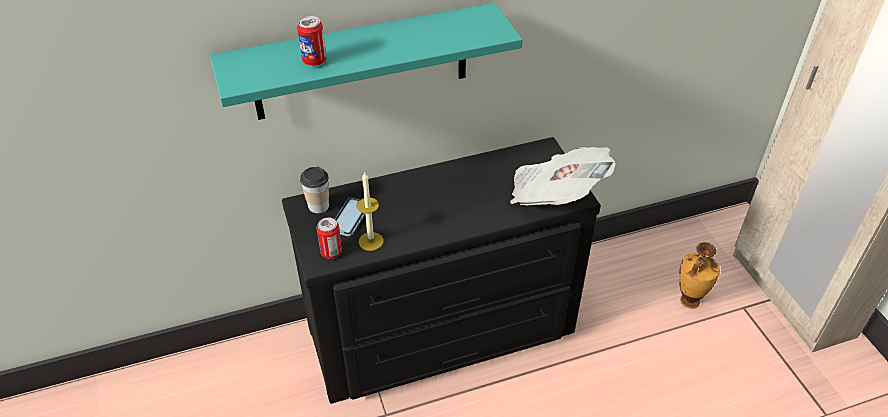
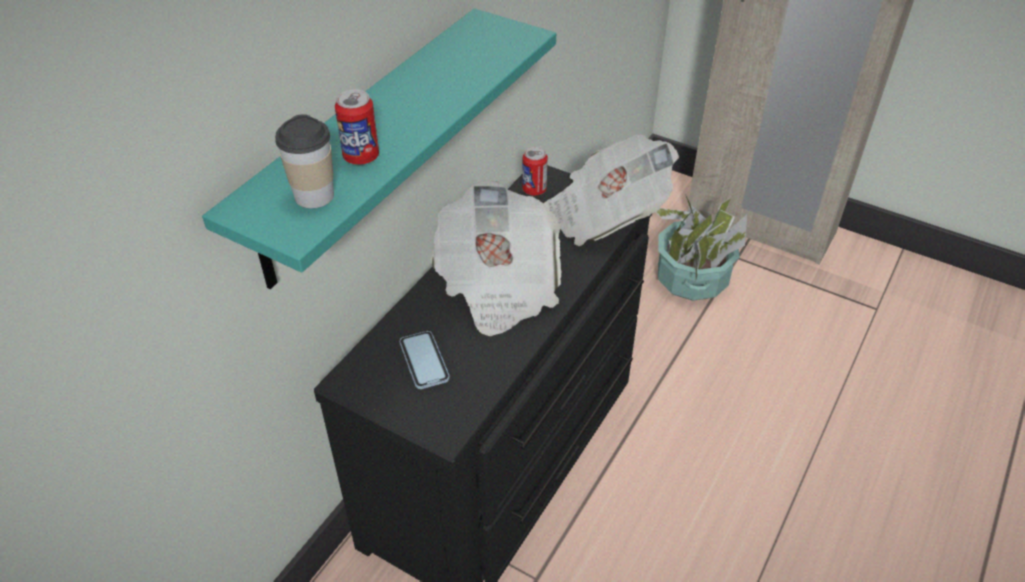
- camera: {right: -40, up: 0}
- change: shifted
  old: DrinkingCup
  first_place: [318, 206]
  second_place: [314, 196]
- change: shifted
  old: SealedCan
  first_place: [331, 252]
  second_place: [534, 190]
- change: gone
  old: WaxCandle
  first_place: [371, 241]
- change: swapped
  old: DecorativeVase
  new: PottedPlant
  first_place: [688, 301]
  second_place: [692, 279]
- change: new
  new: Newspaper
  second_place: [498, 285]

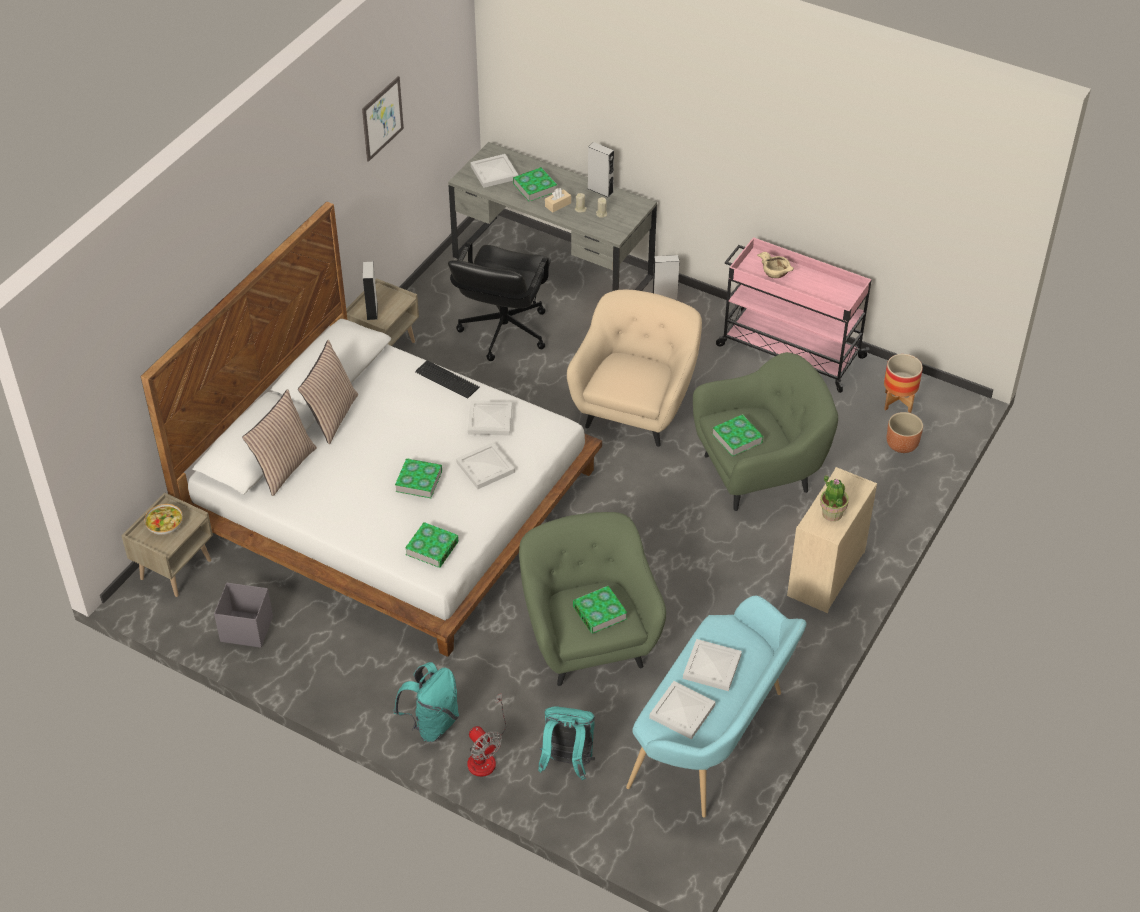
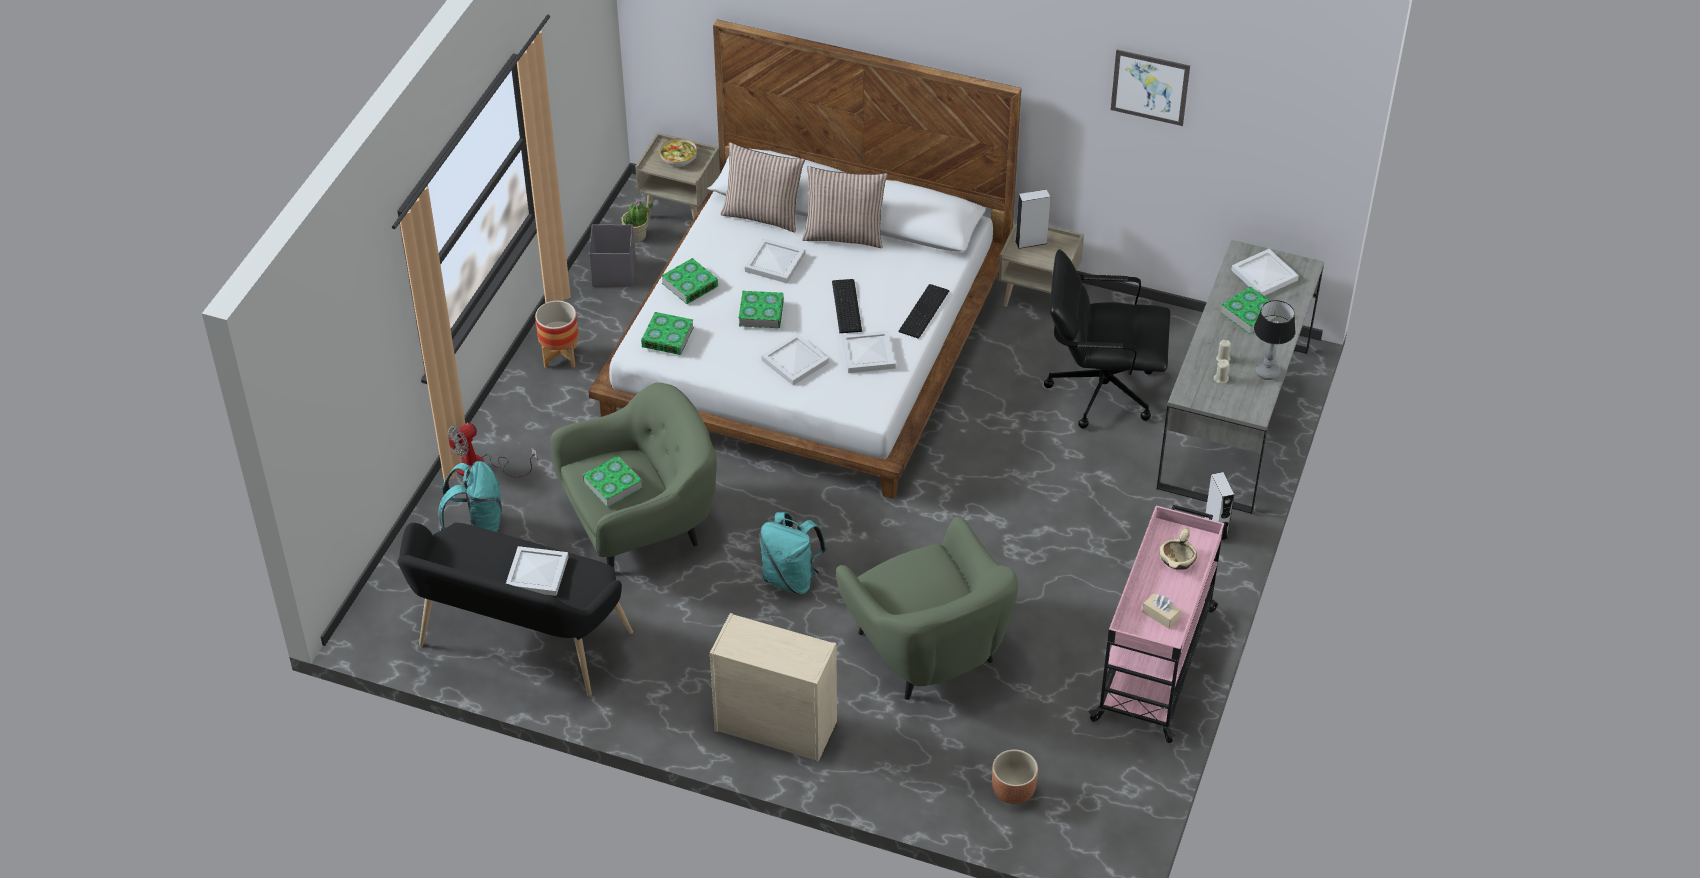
- camera: {right: 80, up: 0}
- change: shifted
  old: TurquoiseColouredBackpack
  first_place: [432, 723]
  second_place: [791, 578]
- change: shifted
  old: SandColouredTissueHolder
  first_place: [558, 205]
  second_place: [1160, 615]
- change: gone
  old: SandColouredEasyChair
  first_place: [635, 408]
- change: swapped
  old: GreyishAudioSpeaker
  new: LampForATable
  first_place: [600, 190]
  second_place: [1267, 372]
- change: repainted
  old: TurquoiseColouredLongSeat
  new: BlackColouredLongSeat
  first_place: [714, 741]
  second_place: [518, 645]
- change: shifted
  old: WhitishCarryingTray
  first_place: [683, 711]
  second_place: [775, 263]
- change: shifted
  old: Volume
  first_place: [737, 438]
  second_place: [690, 285]
- change: shifted
  old: PottedPlant
  first_place: [832, 513]
  second_place: [636, 235]
- change: shifted
  old: PlantPot
  first_place: [898, 402]
  second_place: [560, 356]
- change: new
  new: ComputerKeyboard
  second_place: [845, 307]

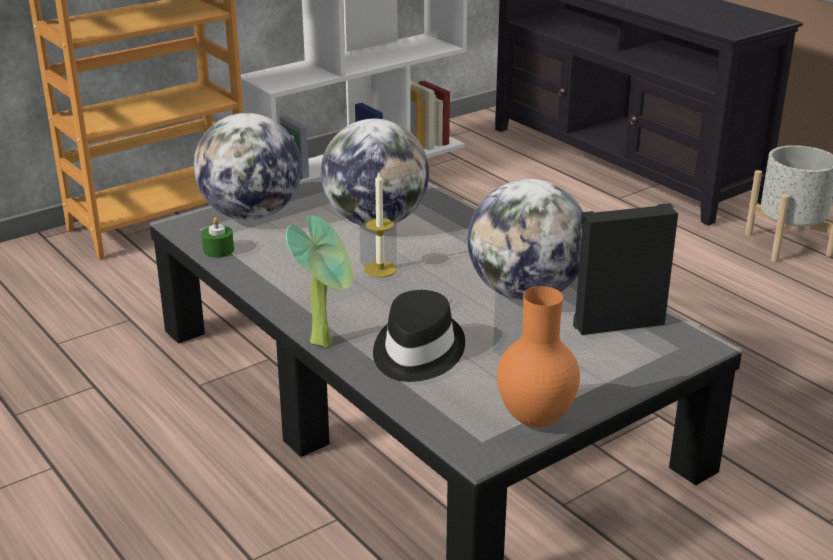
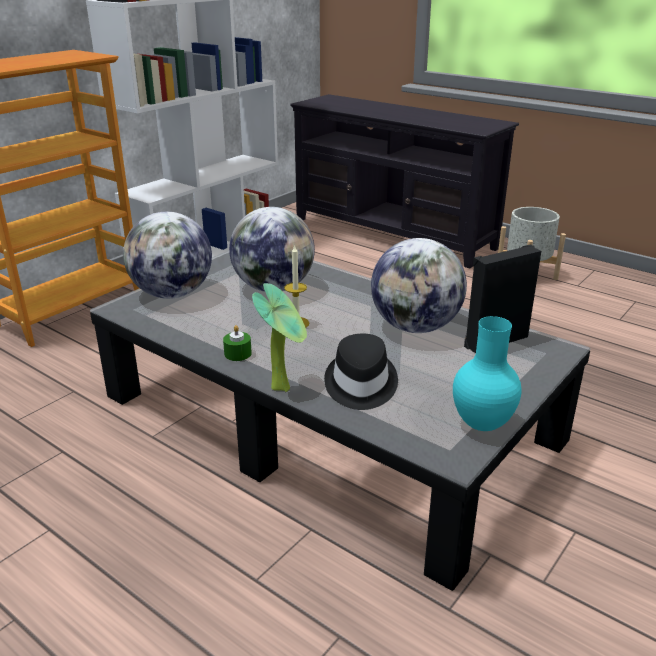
- camera: {right: -15, up: 0}
- change: shifted
  old: GreenWaxCandle
  first_place: [218, 250]
  second_place: [238, 353]
- change: repainted
  old: OrangeDecorativeVase
  new: TurquoiseColouredDecorativeVase
  first_place: [537, 419]
  second_place: [483, 424]

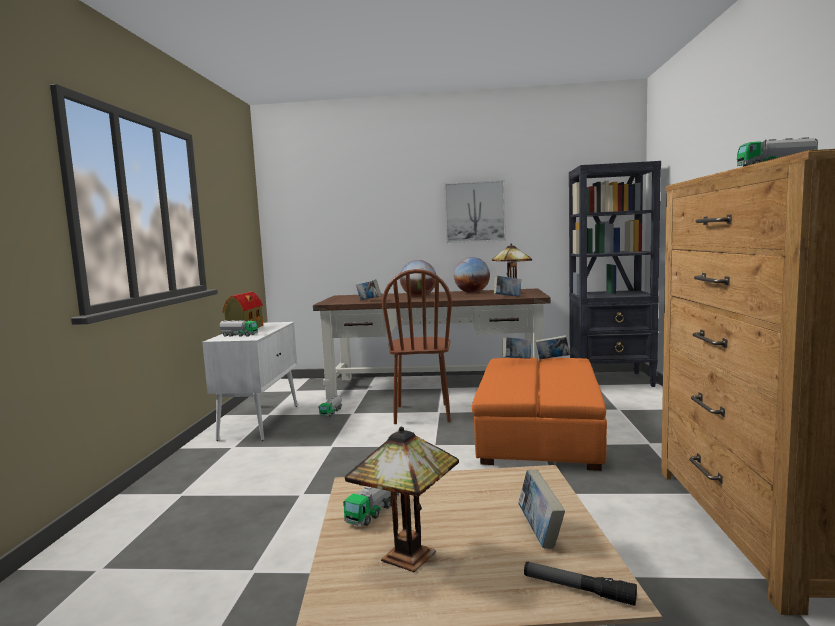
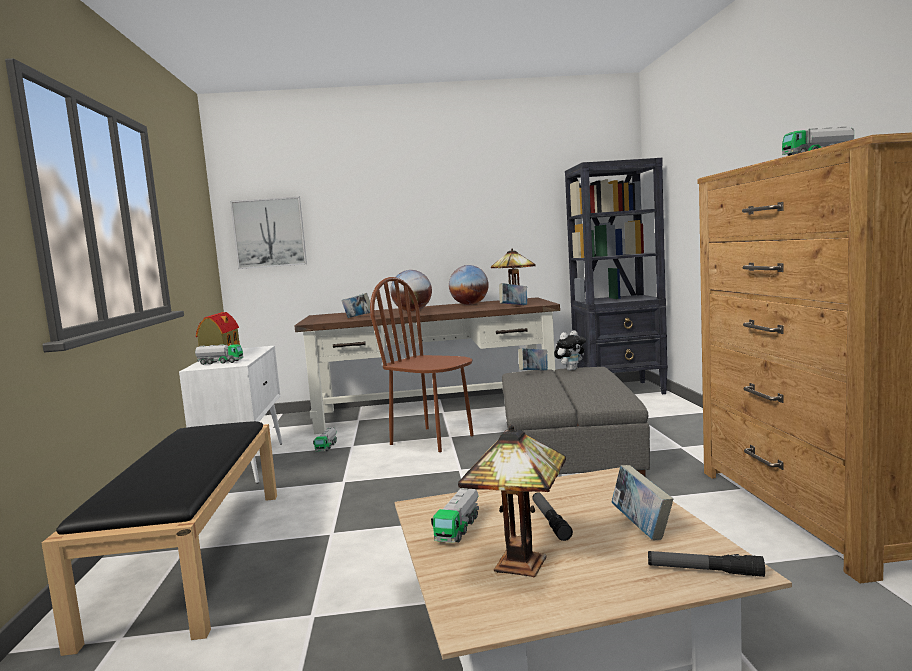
- camera: {right: -10, up: 0}
- change: rotated
  old: BrownColouredPlainChair
  first_place: [422, 414]
  second_place: [432, 439]
  degrees: 135
- change: shifted
  old: Picture
  first_place: [475, 212]
  second_place: [269, 233]
- change: repainted
  old: OrangePouffe
  new: GreyishPouffe
  first_place: [538, 432]
  second_place: [566, 447]
- change: swapped
  old: Volume
  new: PlushToy
  first_place: [552, 359]
  second_place: [571, 369]
- change: new
  new: BlackColouredLongSeat
  second_place: [193, 556]
- change: new
  new: HandTorch
  second_place: [550, 521]

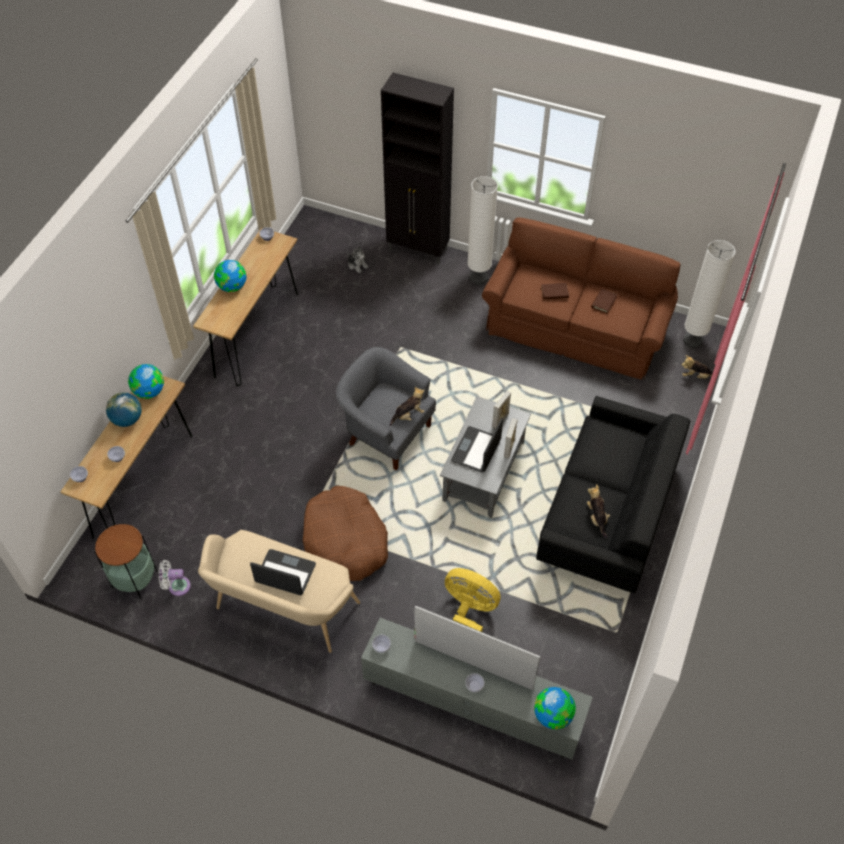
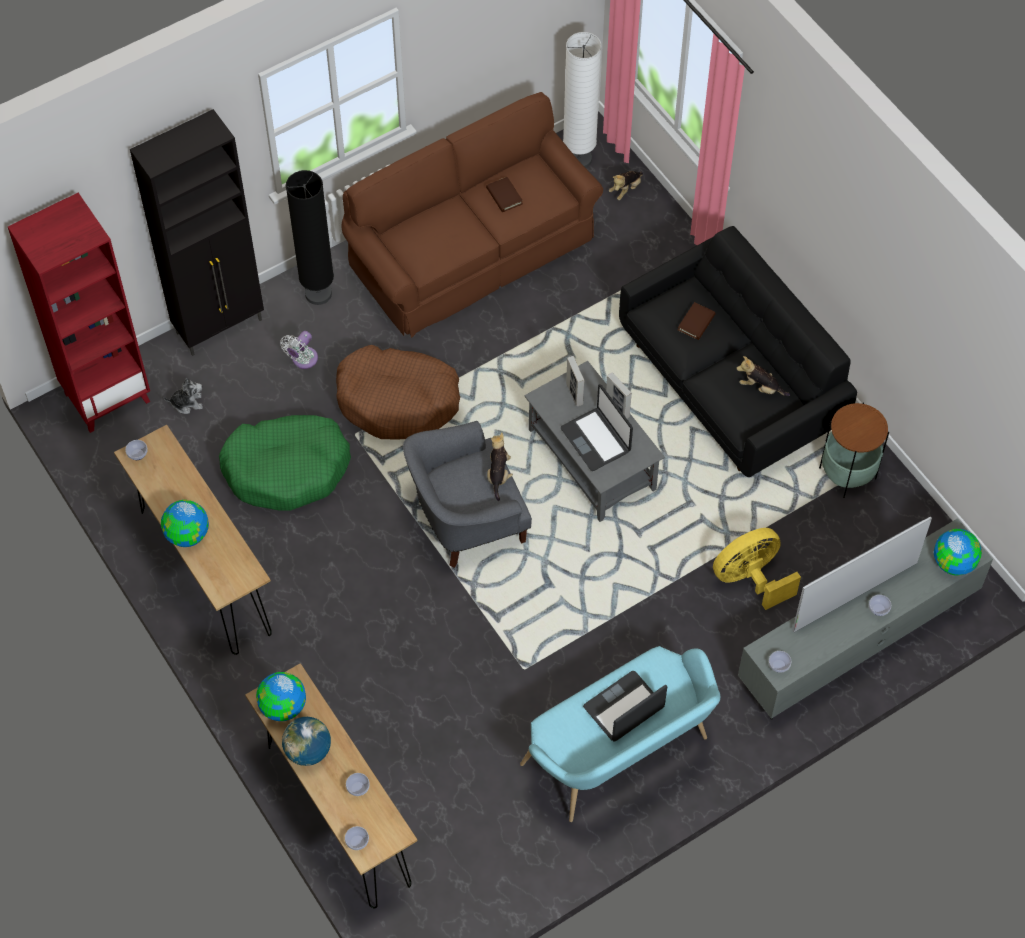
- camera: {right: -55, up: 5}
- change: shifted
  old: AccentTable
  first_place: [134, 579]
  second_place: [847, 473]
- change: shifted
  old: WhitishElectricFan
  first_place: [177, 586]
  second_place: [303, 360]
- change: repainted
  old: SandColouredLongSeat
  new: TurquoiseColouredLongSeat
  first_place: [283, 610]
  second_place: [621, 756]
- change: shifted
  old: BrownColouredDogBed
  first_place: [346, 541]
  second_place: [398, 401]
- change: repainted
  old: WhitishFloorLamp
  new: BlackColouredFloorLamp
  first_place: [478, 278]
  second_place: [318, 294]
- change: shifted
  old: BrownColouredVolume
  first_place: [554, 292]
  second_place: [696, 322]
- change: new
  new: RedBookshelf
  second_place: [107, 396]
- change: new
  new: GreenDogBed
  second_place: [287, 469]

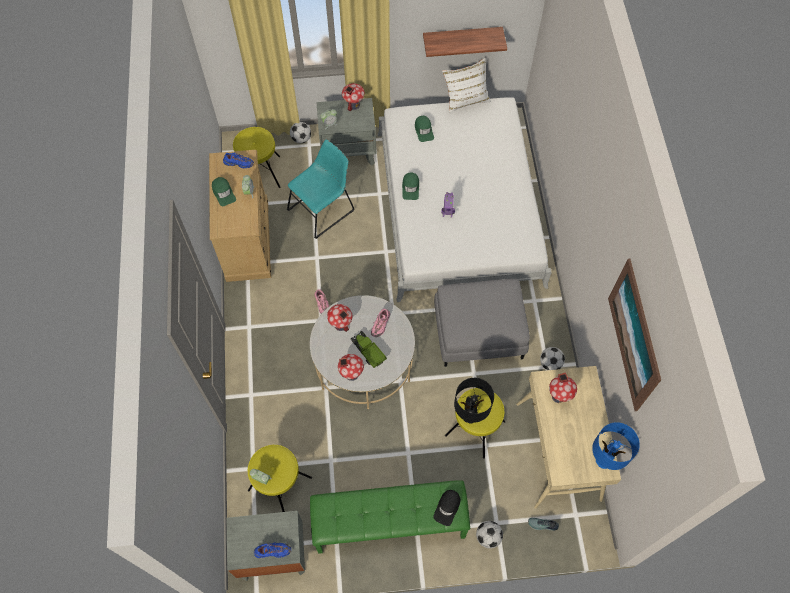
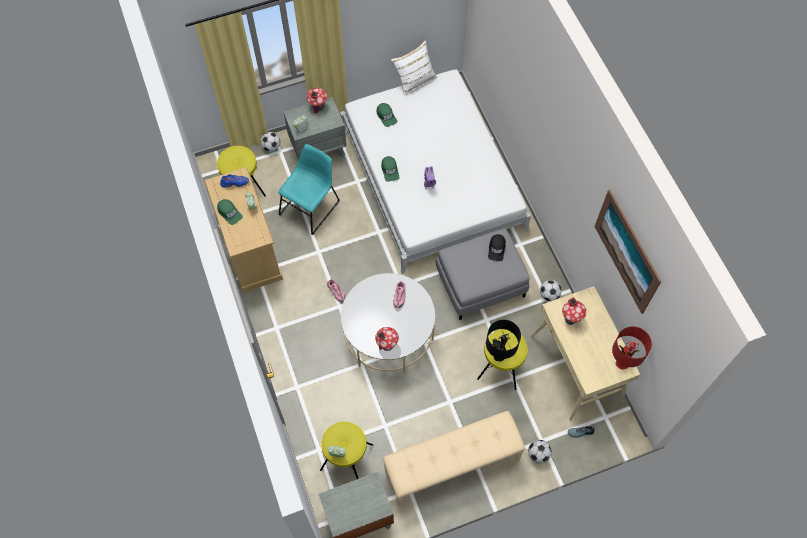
- camera: {right: -15, up: 0}
- change: gone
  old: BlueColouredItemOfFootwear
  first_place: [273, 551]
- change: repainted
  old: GreenLongSeat
  new: SandColouredLongSeat
  first_place: [389, 524]
  second_place: [452, 466]
- change: gone
  old: MiniatureHouse
  first_place: [340, 325]
- change: gone
  old: ToyLorry
  first_place: [368, 352]
- change: gone
  old: BracketShelf
  first_place: [462, 38]
- change: shifted
  old: BlackColouredBaseballCap
  first_place: [447, 507]
  second_place: [496, 249]
- change: repainted
  old: BlueColouredLampForATable
  new: RedLampForATable
  first_place: [604, 460]
  second_place: [622, 362]

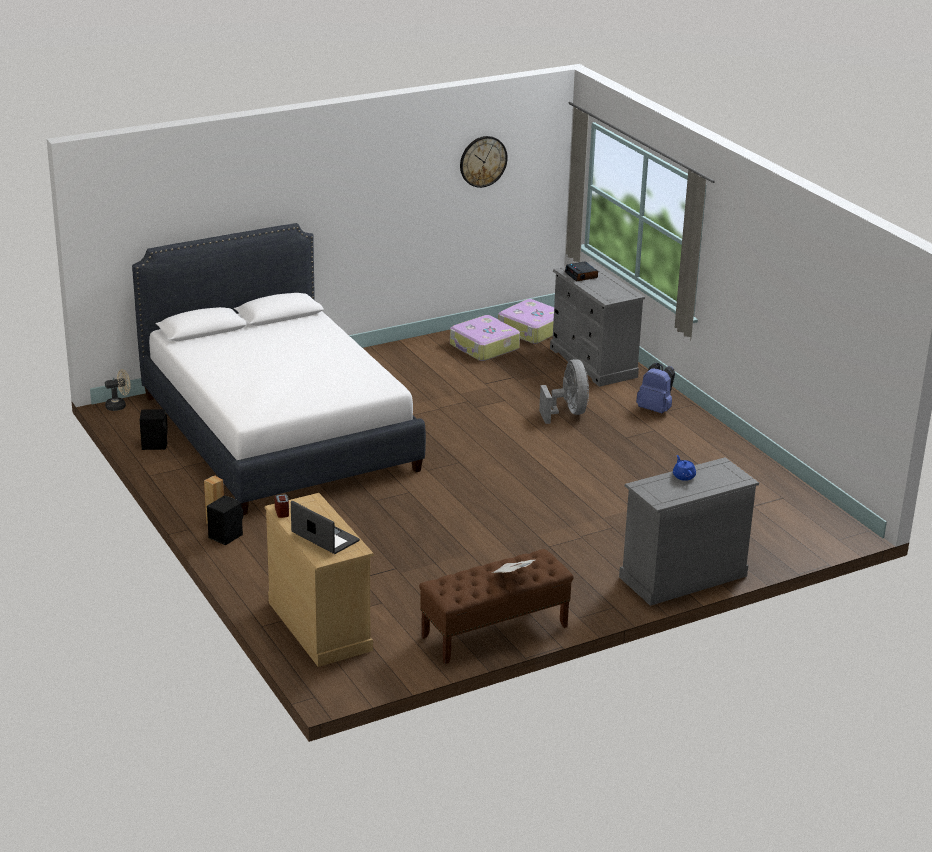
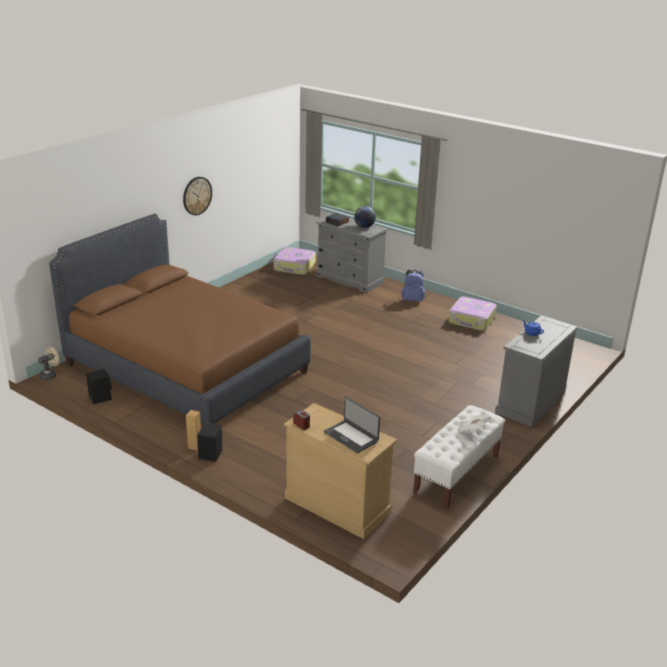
- camera: {right: -25, up: 0}
- change: repainted
  old: WhitishBedroomBed
  new: BrownColouredBedroomBed
  first_place: [278, 432]
  second_place: [186, 368]
- change: rotated
  old: PortableComputer
  first_place: [324, 537]
  second_place: [351, 436]
  degrees: -150
- change: repainted
  old: BrownColouredLongSeat
  new: WhitishLongSeat
  first_place: [494, 632]
  second_place: [456, 474]
- change: shifted
  old: Suitcase
  first_place: [484, 347]
  second_place: [472, 320]
- change: shifted
  old: WallClock
  first_place: [483, 161]
  second_place: [197, 195]
- change: gone
  old: GreyishElectricFan
  first_place: [568, 413]
- change: new
  new: Globe
  second_place: [364, 227]

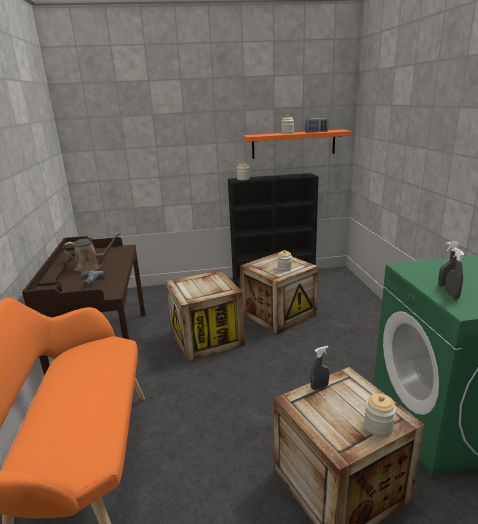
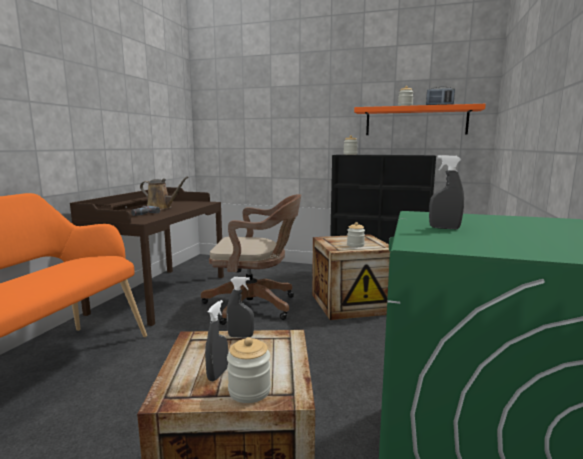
- camera: {right: 25, up: -10}
- change: swapped
  old: ShippingCrate
  new: BrownColouredComputerChair
  first_place: [206, 338]
  second_place: [255, 306]
- change: shifted
  old: GreyishSprayBottle
  first_place: [451, 295]
  second_place: [217, 374]

